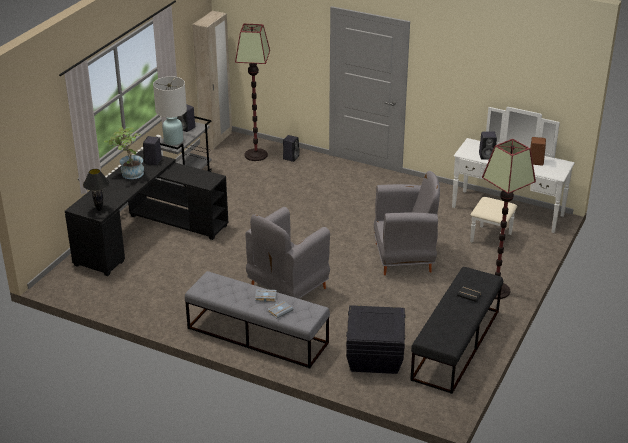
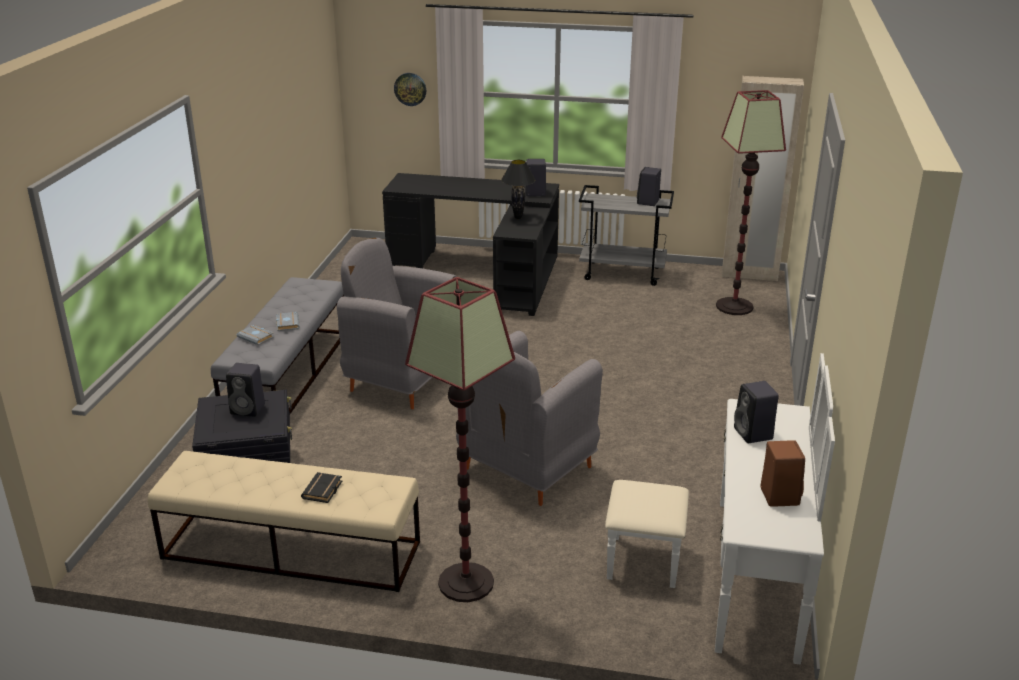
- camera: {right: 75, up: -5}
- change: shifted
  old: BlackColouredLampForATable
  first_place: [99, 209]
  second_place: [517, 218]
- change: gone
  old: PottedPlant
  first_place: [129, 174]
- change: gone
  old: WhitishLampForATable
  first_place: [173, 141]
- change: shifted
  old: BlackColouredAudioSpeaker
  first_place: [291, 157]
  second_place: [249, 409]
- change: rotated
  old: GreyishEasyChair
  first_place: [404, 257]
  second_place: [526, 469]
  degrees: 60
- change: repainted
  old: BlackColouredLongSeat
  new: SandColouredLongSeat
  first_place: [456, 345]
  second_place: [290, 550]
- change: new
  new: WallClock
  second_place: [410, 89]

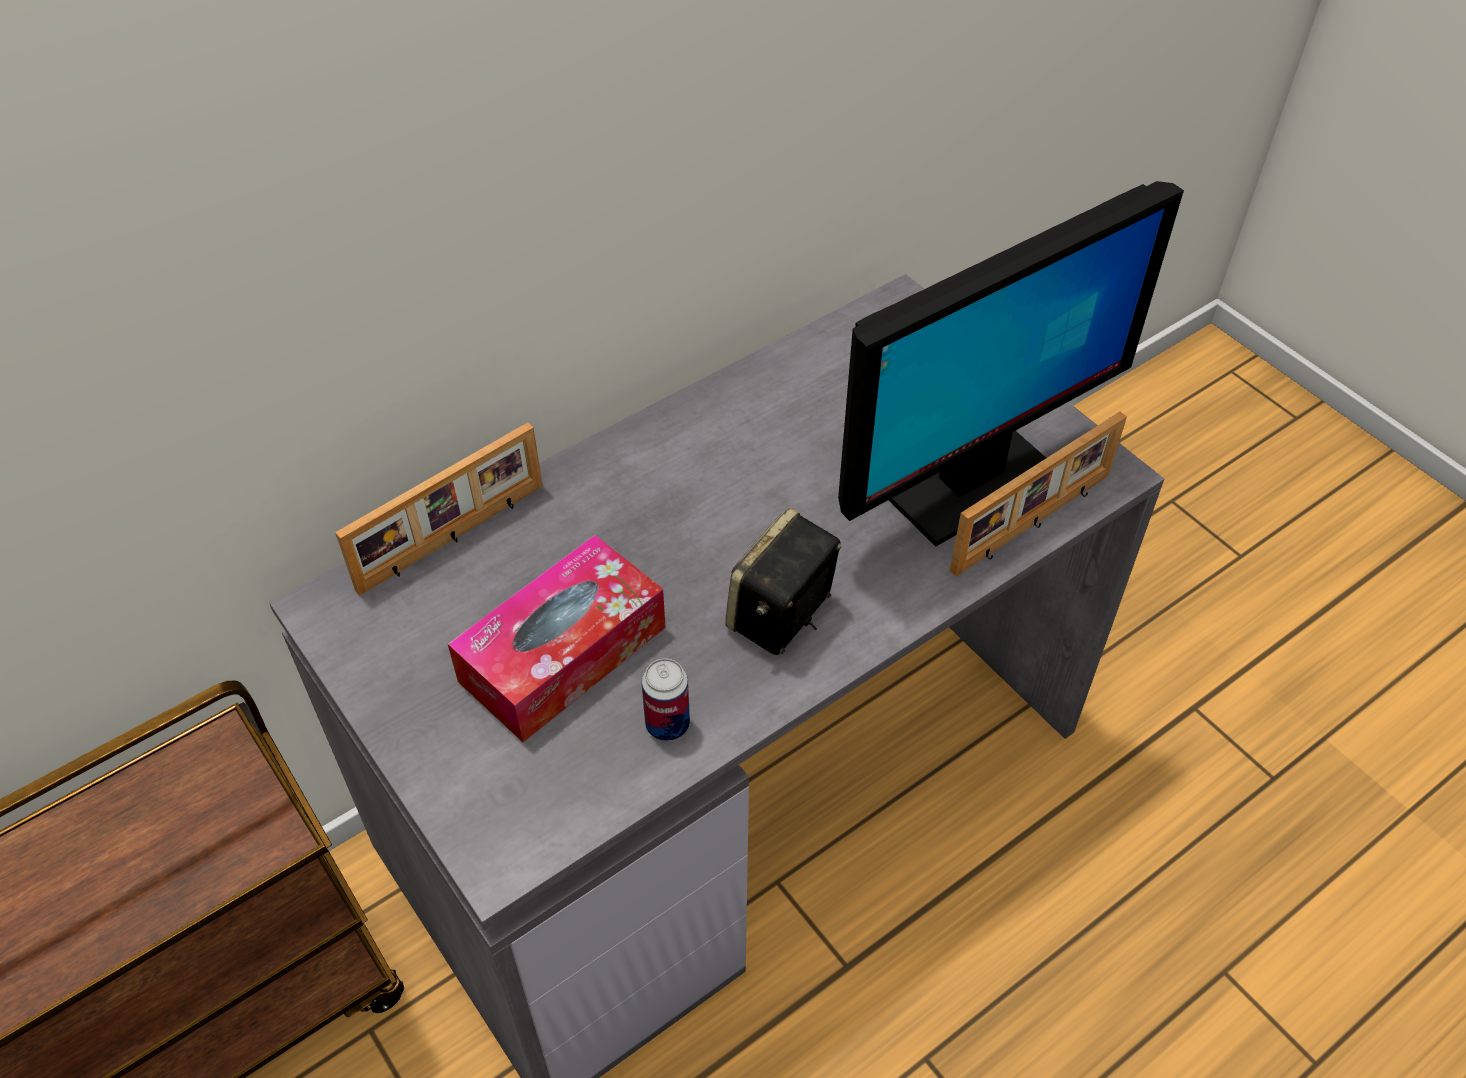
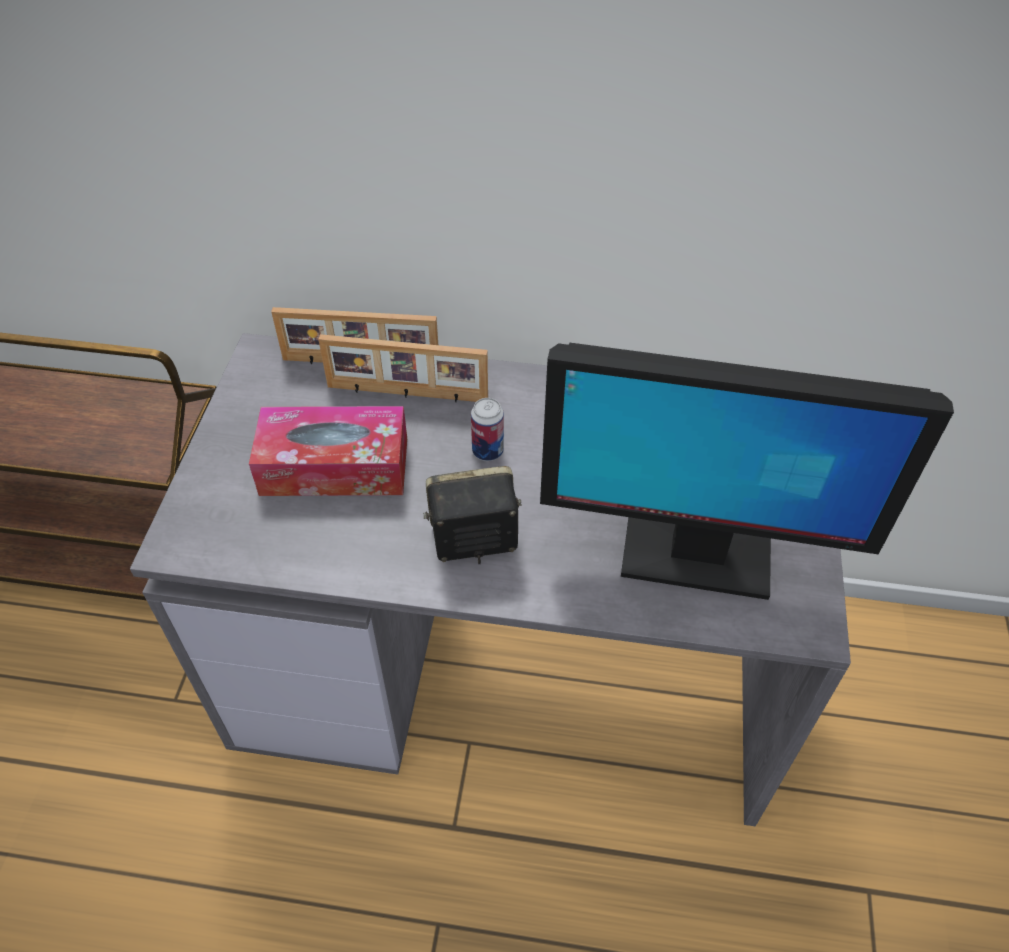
- camera: {right: 45, up: 0}
- change: shifted
  old: SealedCan
  first_place: [667, 724]
  second_place: [487, 451]
- change: shifted
  old: PhotoFrame
  first_place: [1033, 523]
  second_place: [407, 394]

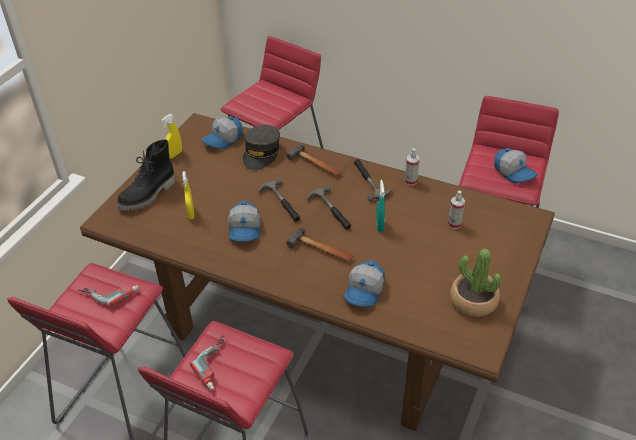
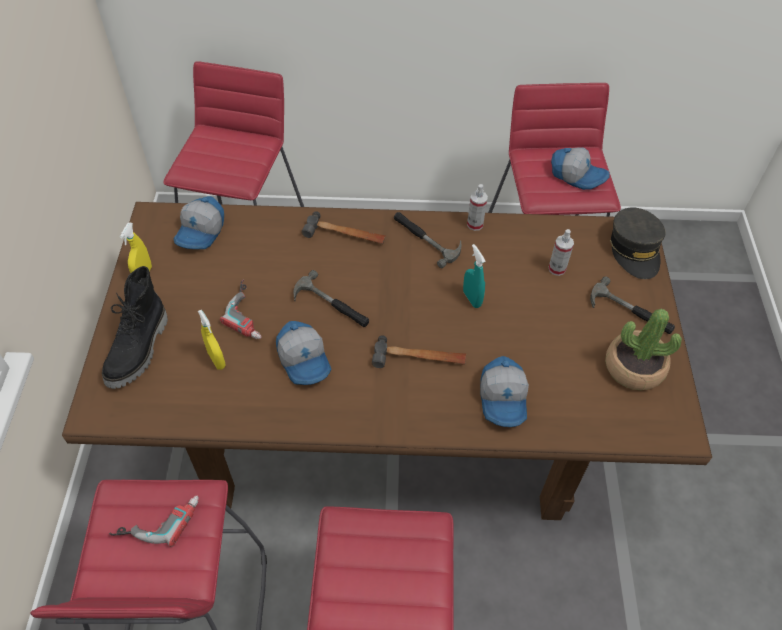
- camera: {right: -25, up: 10}
- change: shifted
  old: ElectricDrill
  first_place: [217, 365]
  second_place: [251, 312]
- change: shifted
  old: GreyishBaseballCap
  first_place: [261, 153]
  second_place: [634, 250]
- change: shifted
  old: Hammer
  first_place: [330, 211]
  second_place: [630, 312]

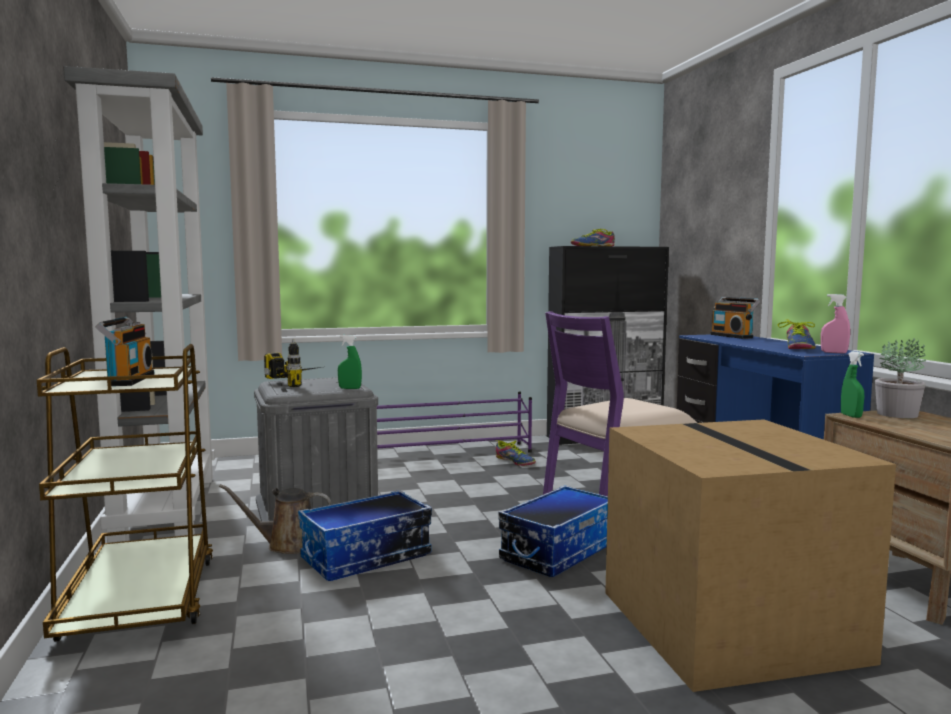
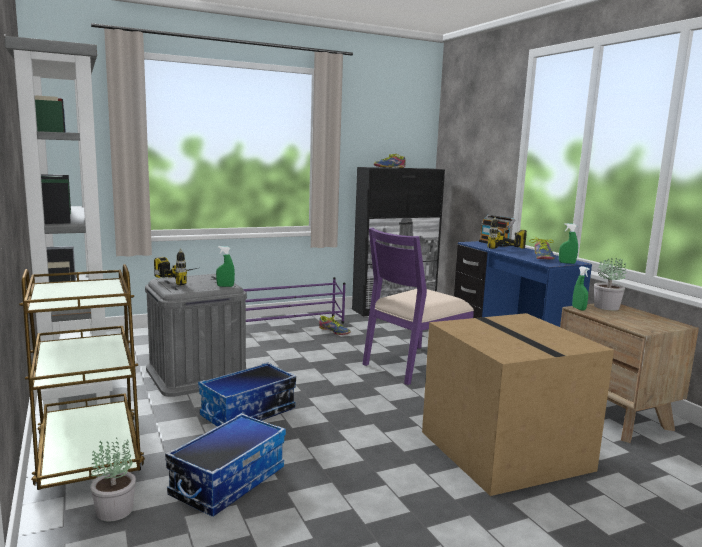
- camera: {right: -10, up: 5}
- change: gone
  old: RadioReceiver
  first_place: [128, 380]
- change: gone
  old: BrownColouredWateringPot
  first_place: [287, 545]
- change: shifted
  old: StorageBox
  first_place: [557, 551]
  second_place: [228, 481]
- change: repainted
  old: PinkishSprayBottle
  new: GreenSprayBottle
  first_place: [834, 352]
  second_place: [567, 263]
- change: new
  new: PottedPlant
  second_place: [115, 510]
- change: new
  new: ElectricDrill
  second_place: [506, 251]

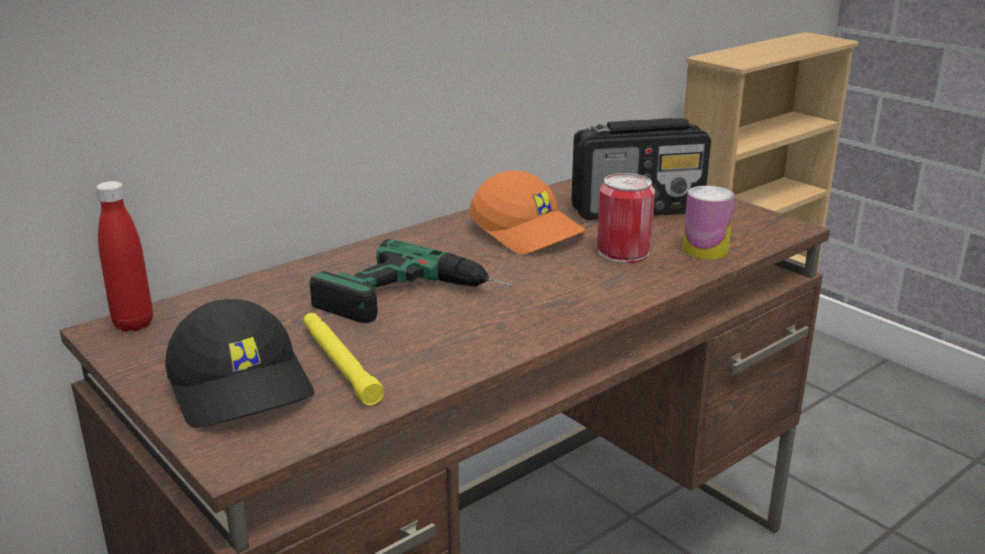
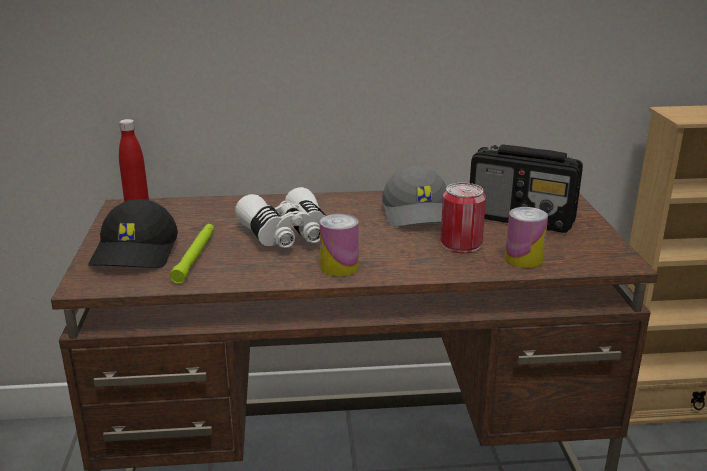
- camera: {right: 35, up: 0}
- change: repainted
  old: YellowHandTorch
  new: GreenHandTorch
  first_place: [338, 363]
  second_place: [196, 256]
- change: swapped
  old: ElectricDrill
  new: WhitishPairOfBinoculars
  first_place: [416, 299]
  second_place: [287, 235]
- change: repainted
  old: OrangeBaseballCap
  new: GreyishBaseballCap
  first_place: [528, 231]
  second_place: [420, 214]
- change: new
  new: SealedCan
  second_place: [339, 267]

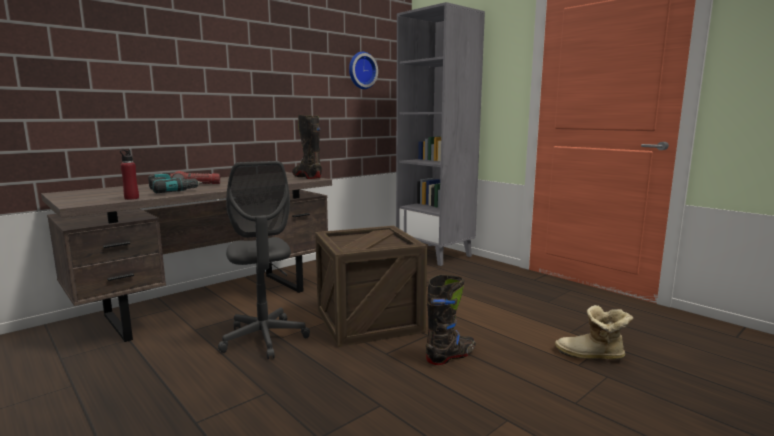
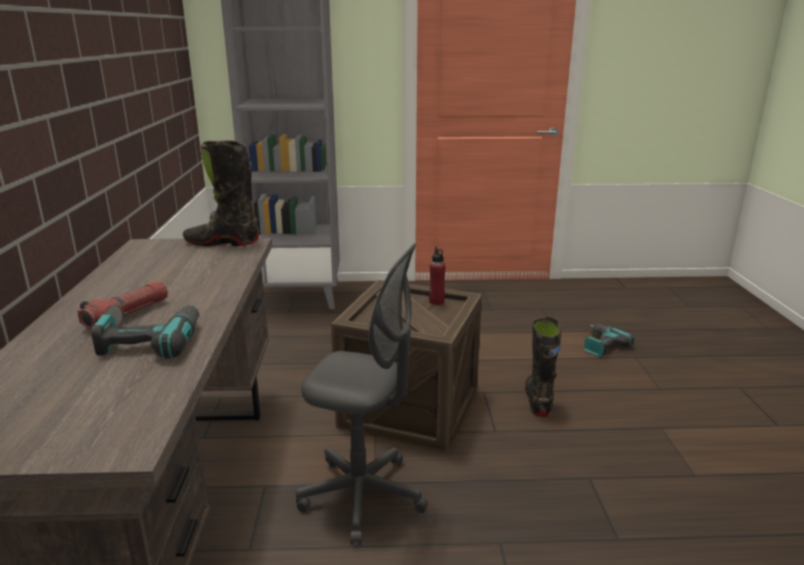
- camera: {right: -50, up: 10}
- change: shifted
  old: RedBeverageBottle
  first_place: [131, 198]
  second_place: [436, 302]
- change: gone
  old: WallClock
  first_place: [361, 70]
- change: swapped
  old: HighTopBoot
  new: ElectricDrill
  first_place: [591, 356]
  second_place: [601, 345]

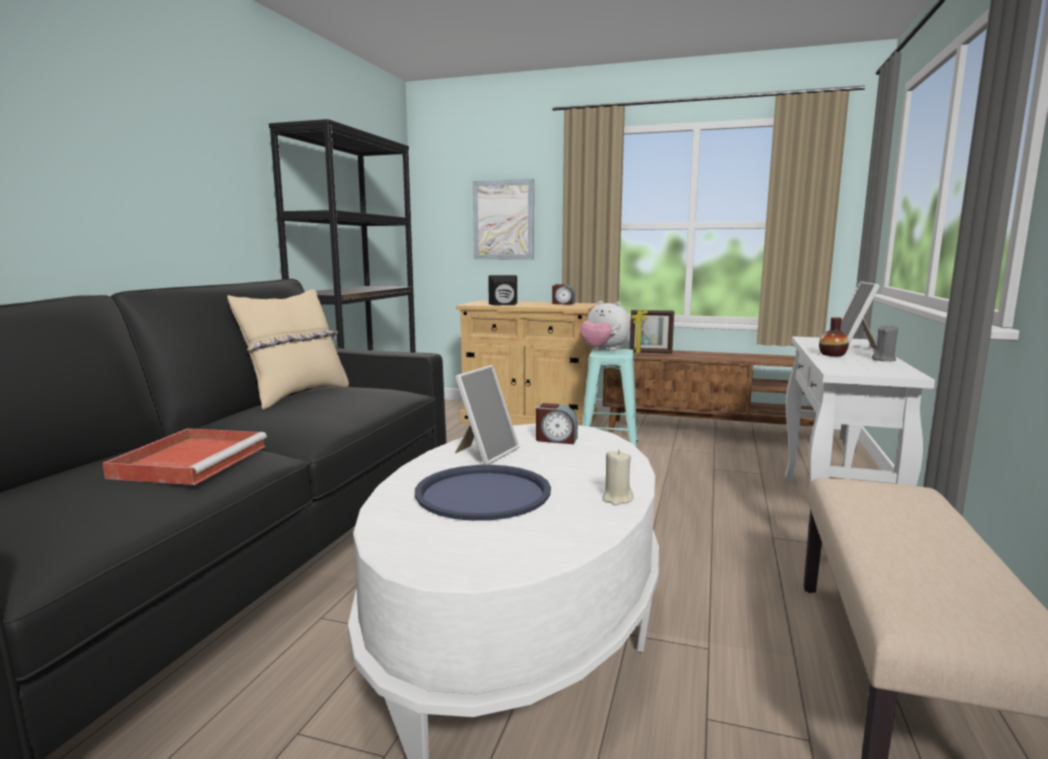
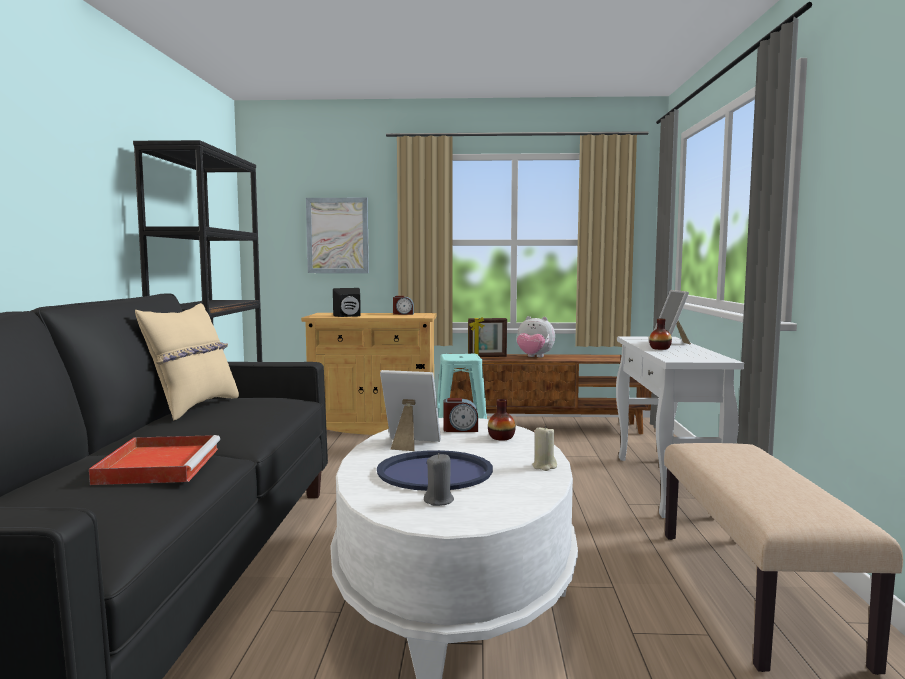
- camera: {right: -15, up: -5}
- change: rotated
  old: PhotoFrame
  first_place: [485, 453]
  second_place: [409, 444]
  degrees: -90
- change: shifted
  old: PlushToy
  first_place: [603, 350]
  second_place: [534, 357]
- change: shifted
  old: GreyishWaxCandle
  first_place: [884, 360]
  second_place: [439, 501]
- change: new
  new: DecorativeVase
  second_place: [501, 438]

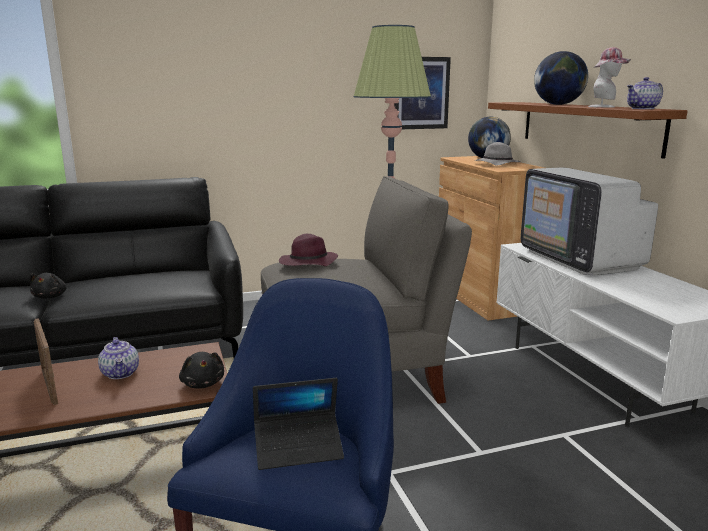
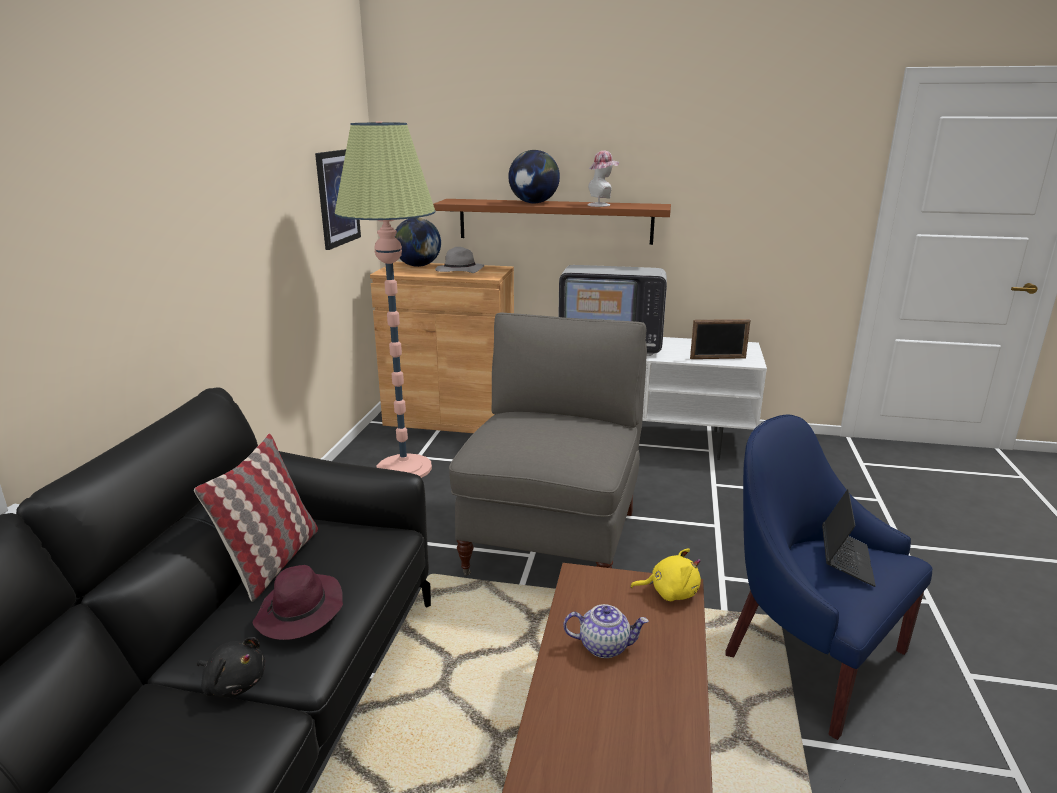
- camera: {right: -60, up: 5}
- change: shifted
  old: PhotoFrame
  first_place: [49, 386]
  second_place: [718, 358]
- change: repainted
  old: BlackColouredPlushToy
  new: YellowPlushToy
  first_place: [203, 383]
  second_place: [670, 592]
- change: shifted
  old: PurpleColouredClothingHat
  first_place: [308, 263]
  second_place: [300, 612]
- change: gone
  old: TeaPot
  first_place: [642, 108]
- change: new
  new: Pillow
  second_place: [272, 561]

